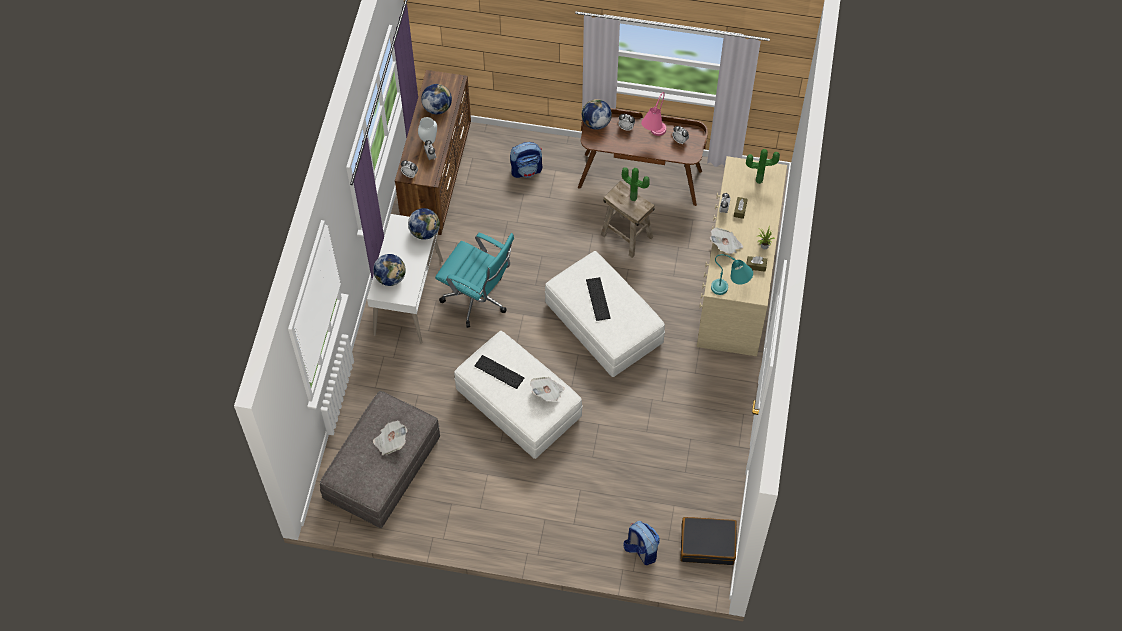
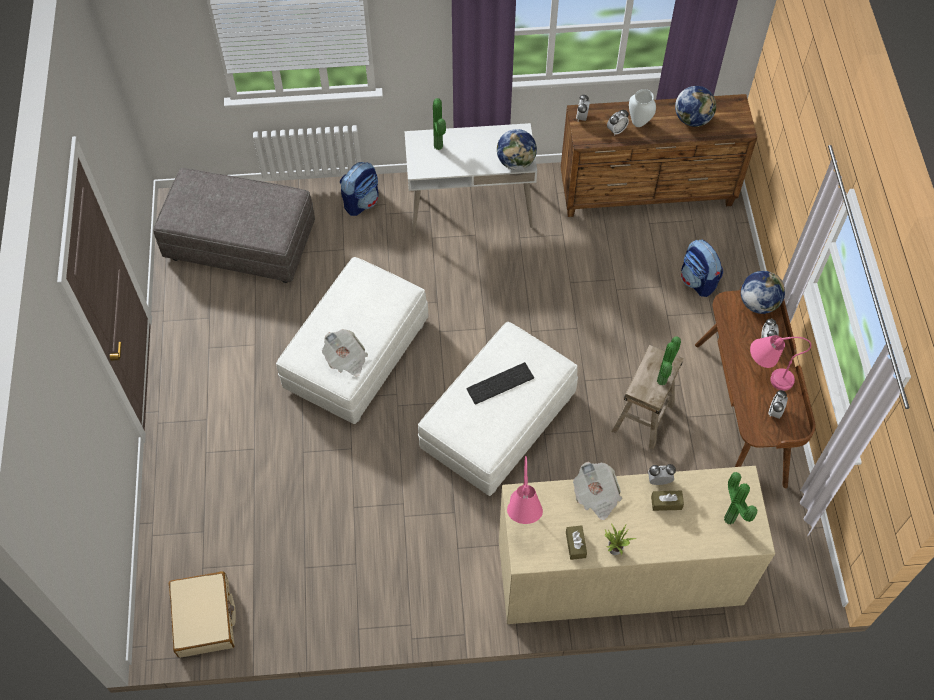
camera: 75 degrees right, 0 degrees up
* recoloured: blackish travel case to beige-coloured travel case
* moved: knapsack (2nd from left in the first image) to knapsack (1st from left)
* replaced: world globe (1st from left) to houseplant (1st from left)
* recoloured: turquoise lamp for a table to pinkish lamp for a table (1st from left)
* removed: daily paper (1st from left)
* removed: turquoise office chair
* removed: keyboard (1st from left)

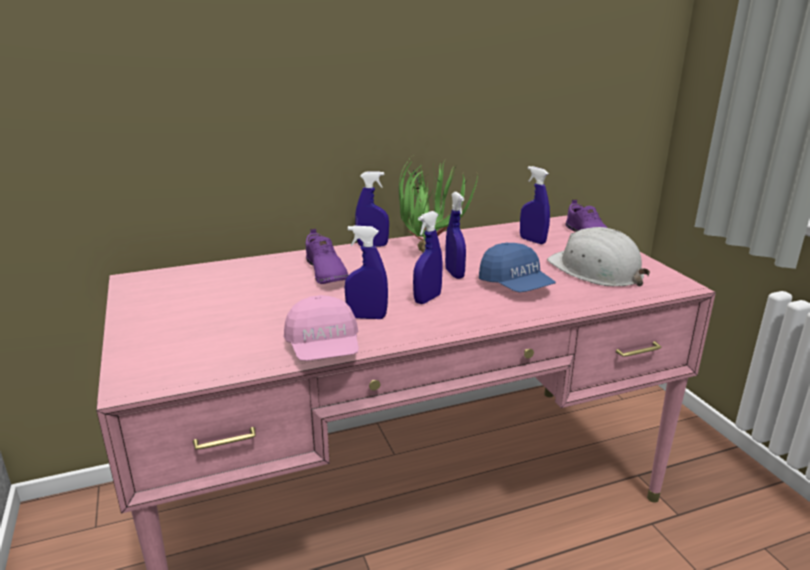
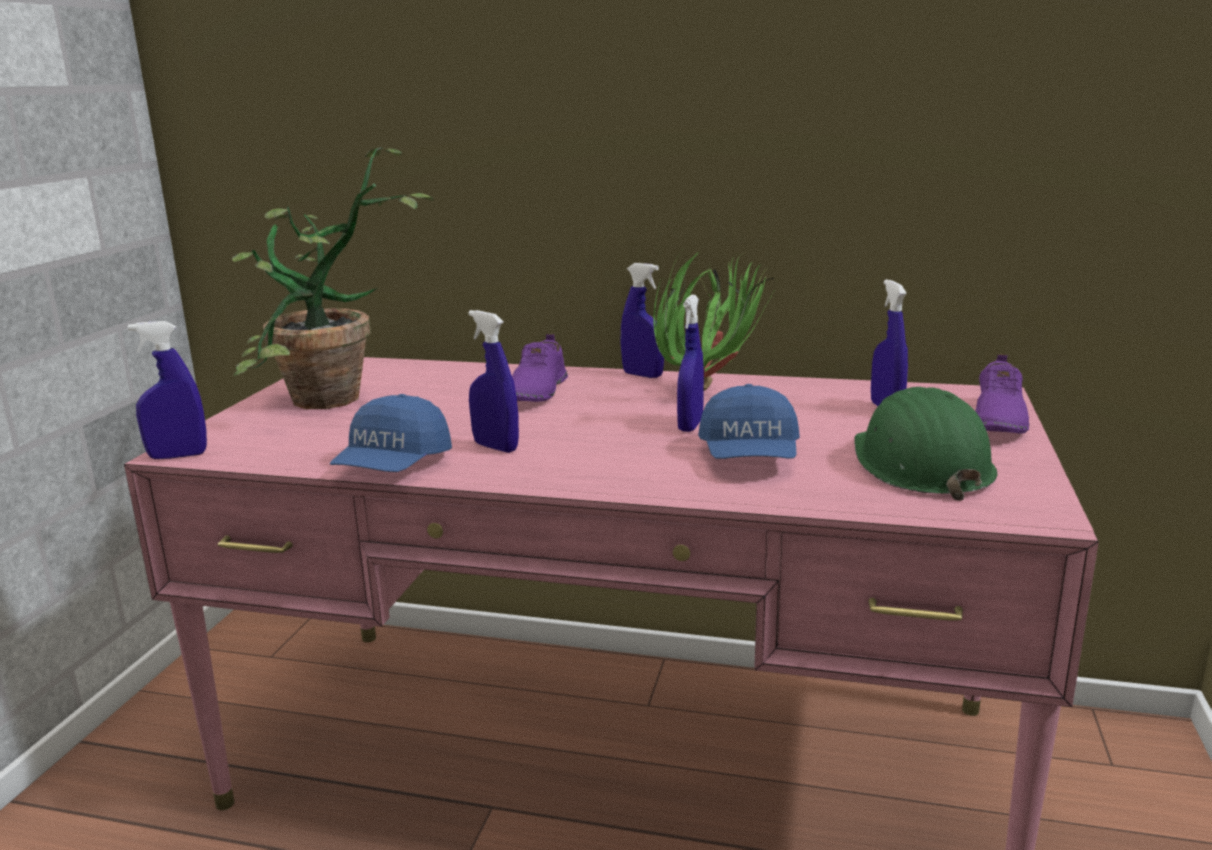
camera: 35 degrees right, 5 degrees down
* moved: bluish sprayer (3rd from left in the first image) to bluish sprayer (1st from left)
* added: houseplant (1st from left)
* recoloured: pinkish peaked cap to bluish peaked cap (1st from left)
* recoloured: white-coloured hard hat to greenish hard hat

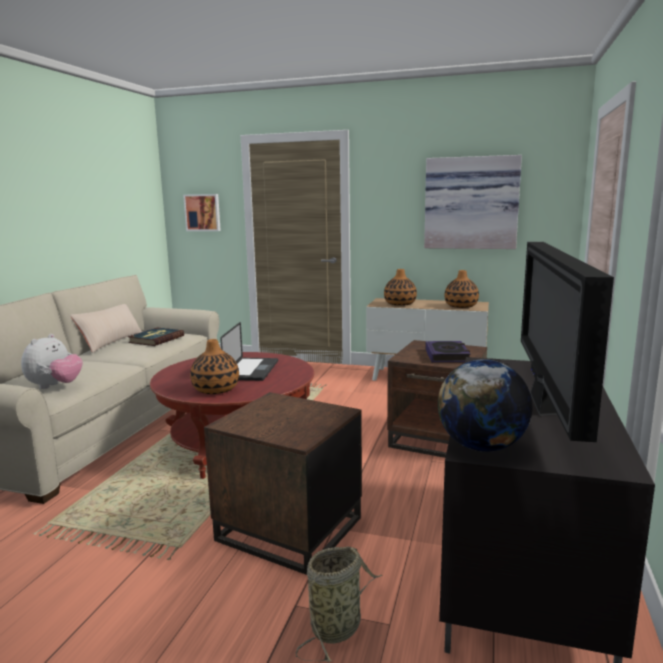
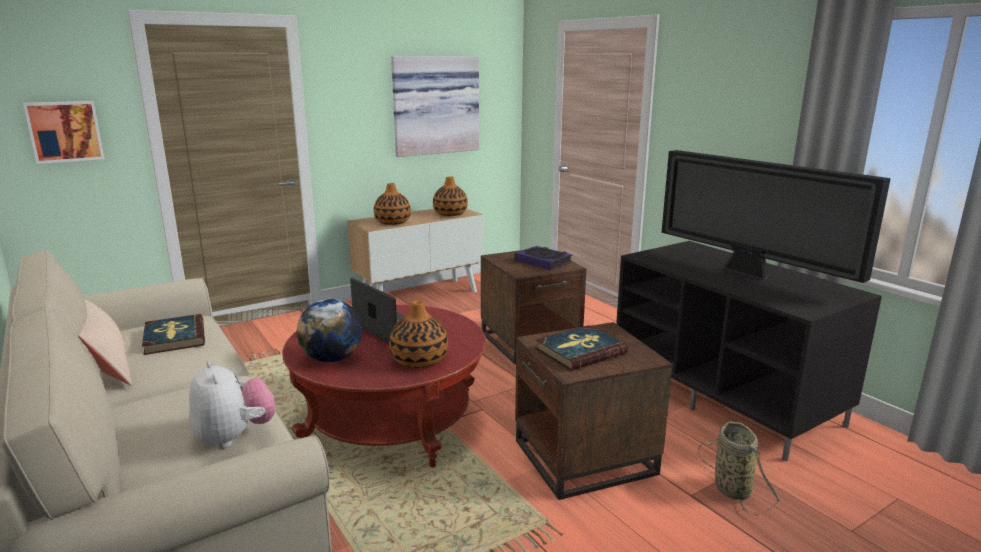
camera: 50 degrees left, 5 degrees up
* moved: world globe
* added: volume (3rd from left)

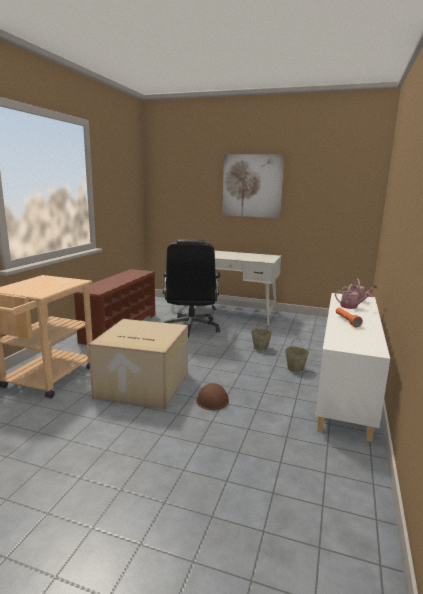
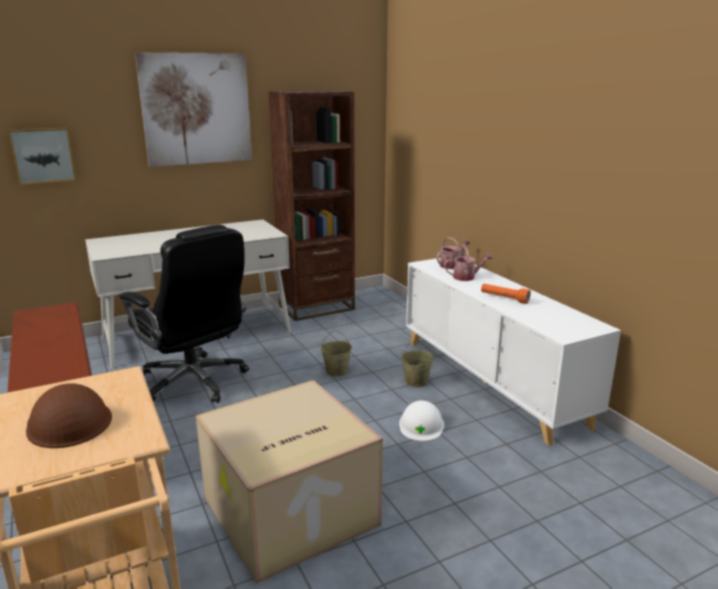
camera: 45 degrees left, 5 degrees up
* added: picture (1st from left)
* moved: brown-coloured hard hat
* added: brown-coloured bookshelf
* added: white-coloured hard hat

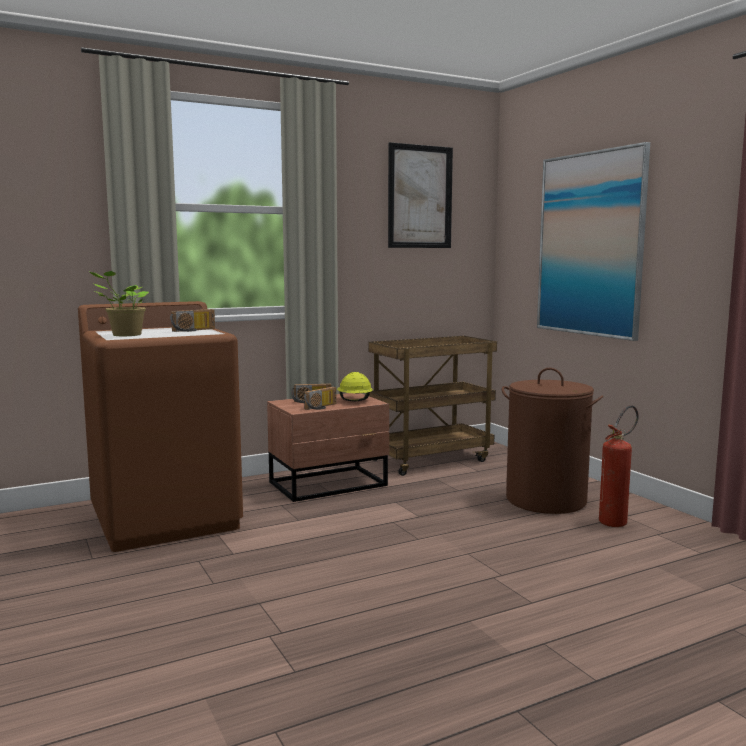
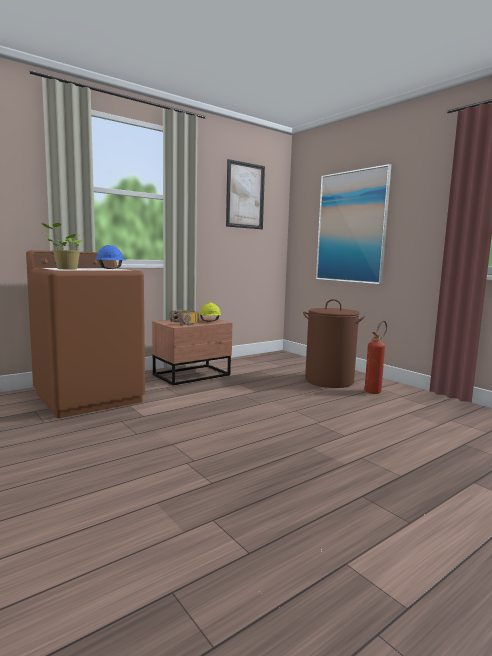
camera: 10 degrees left, 0 degrees up
* replaced: radio receiver (1st from left) to bluish hard hat
* removed: brown-coloured cart

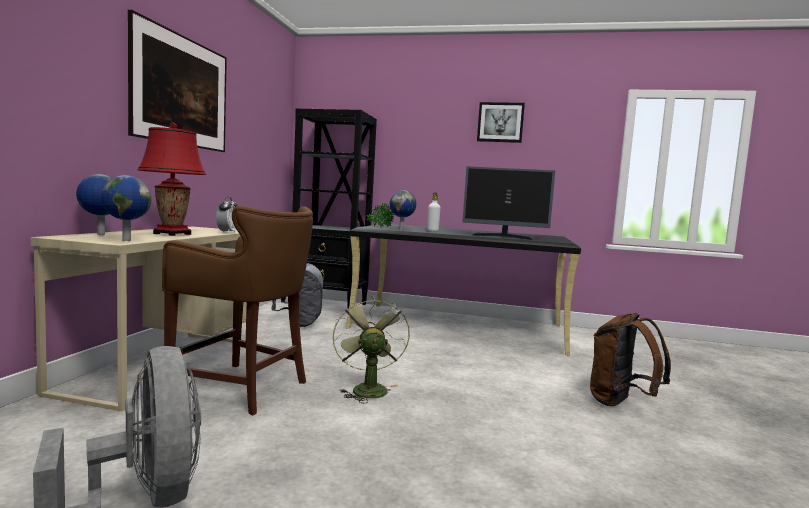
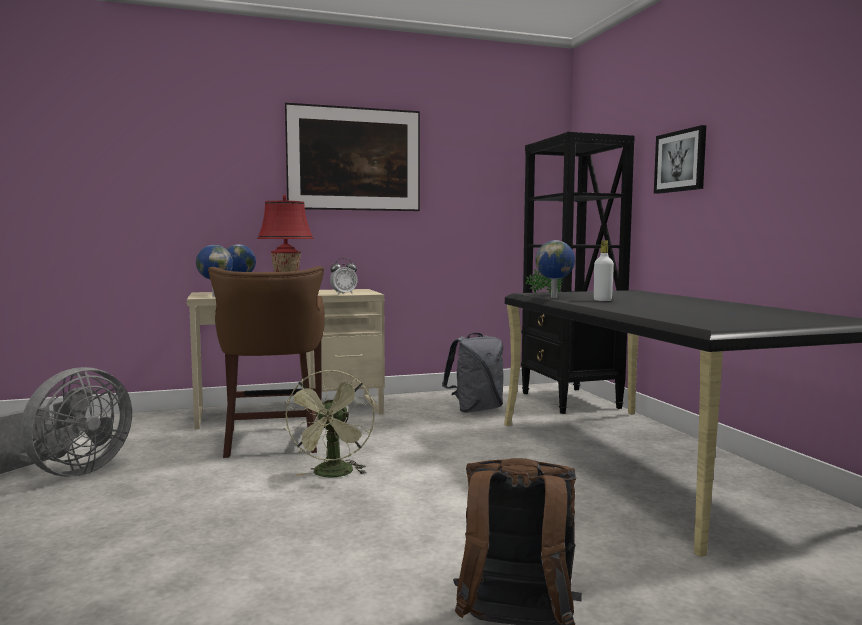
camera: 60 degrees right, 0 degrees up
* turned: greenish fan 135 degrees clockwise
* moved: picture (2nd from left)
* removed: computer screen

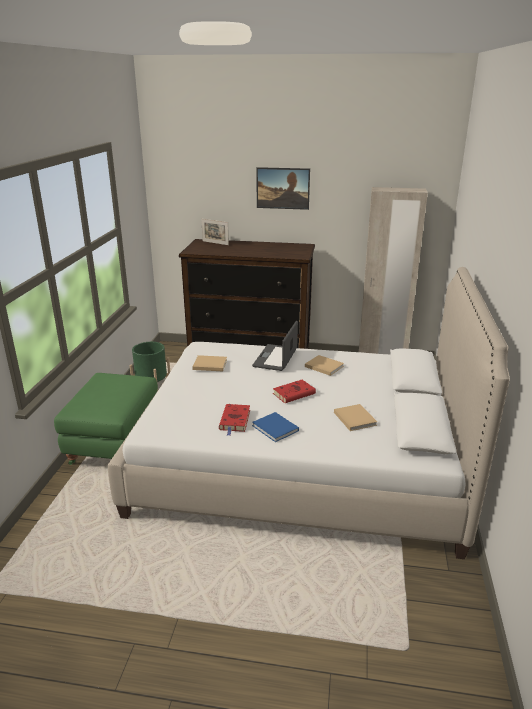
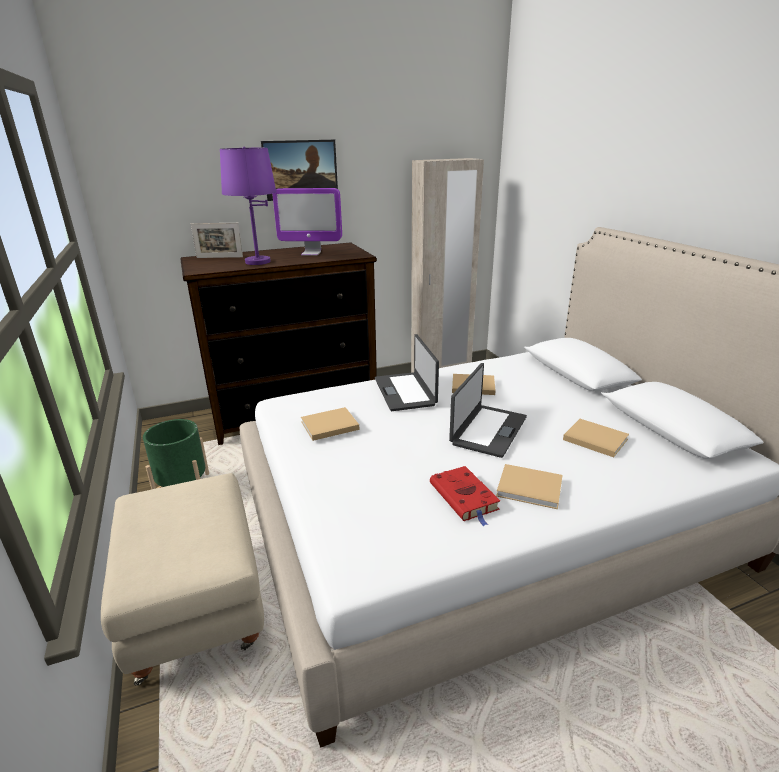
camera: 30 degrees left, 0 degrees up
* recoloured: greenish ottoman to beige-coloured ottoman
* added: purplish lamp for a table
* added: computer screen
* replaced: reddish volume (2nd from left) to portable computer (2nd from left)
* recoloured: bluish volume to beige-coloured volume (3rd from left)

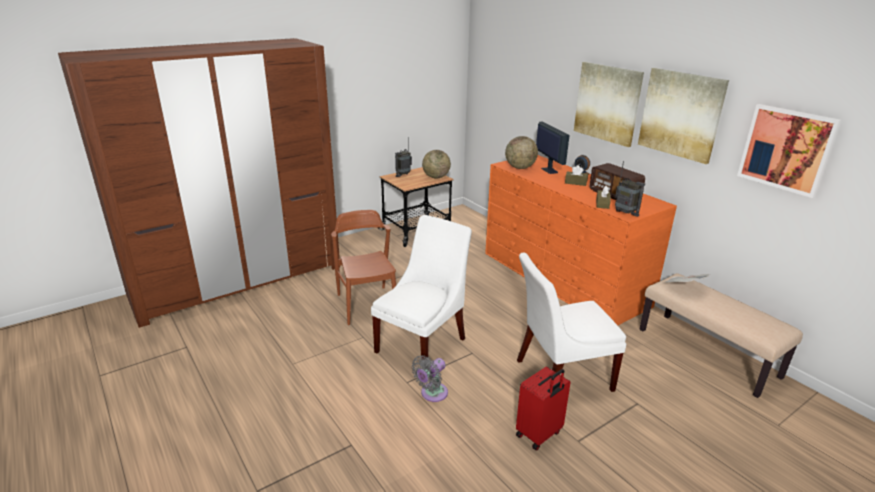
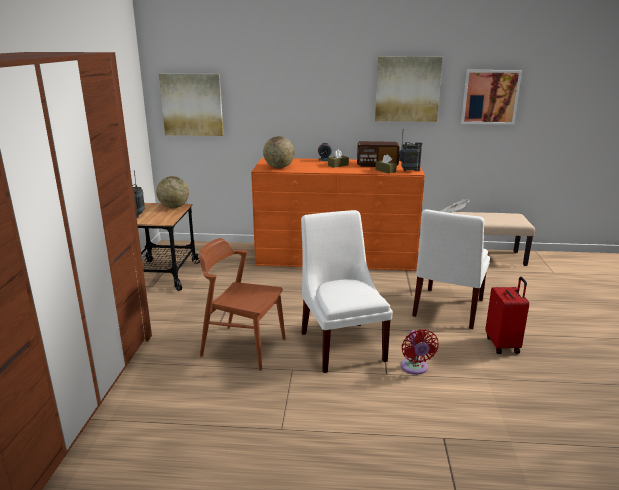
camera: 50 degrees left, 5 degrees down
* moved: picture (1st from left)
* recoloured: gray fan to reddish fan
* removed: computer screen

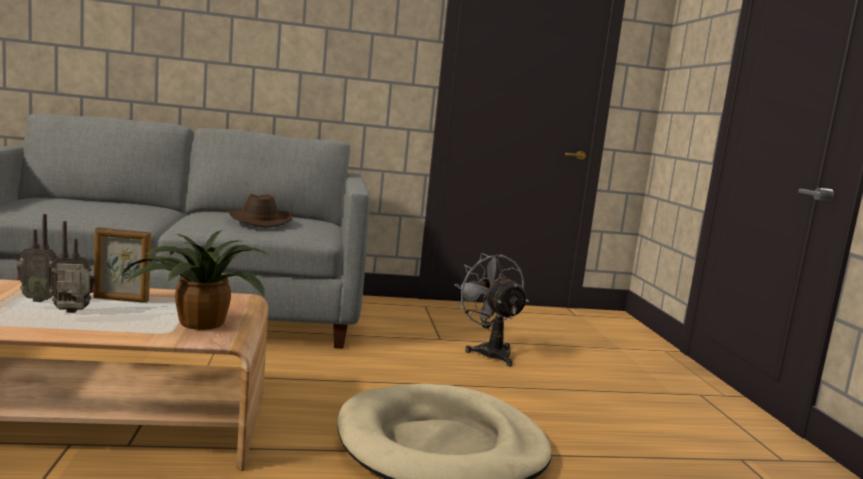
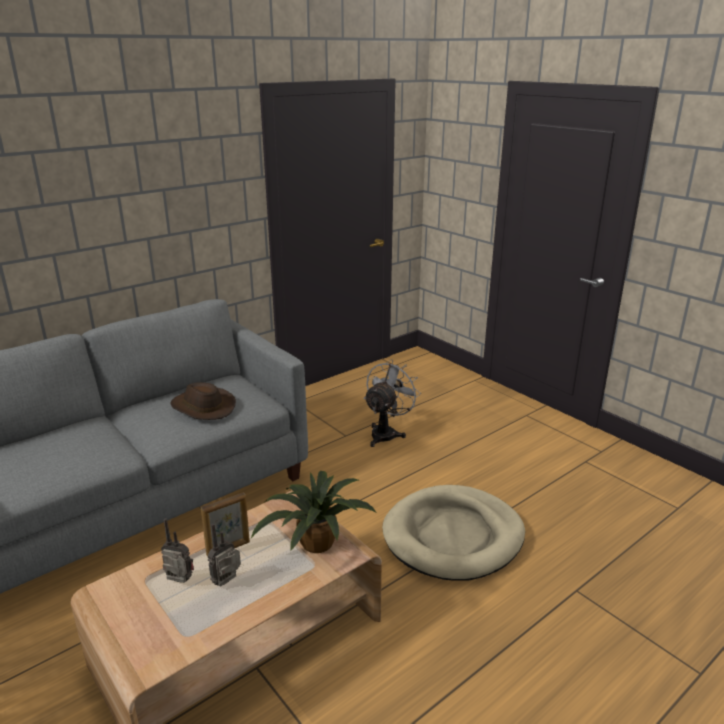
camera: 30 degrees left, 15 degrees up
* turned: radio receiver (1st from left) 135 degrees counterclockwise
* turned: gray fan 90 degrees clockwise

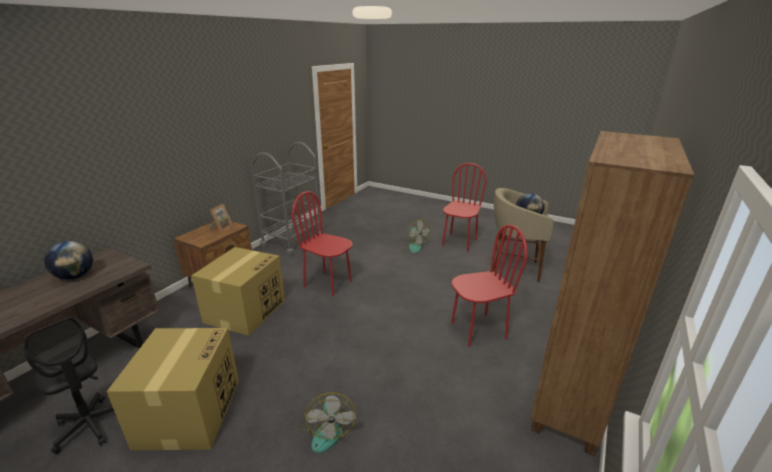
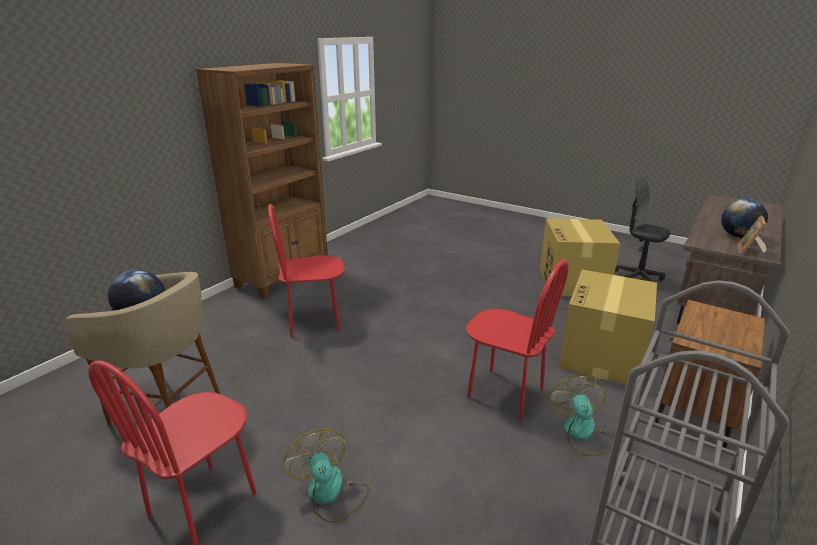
camera: 175 degrees left, 0 degrees up
* moved: fan (1st from left in the first image) to fan (2nd from left)
* moved: standing frame

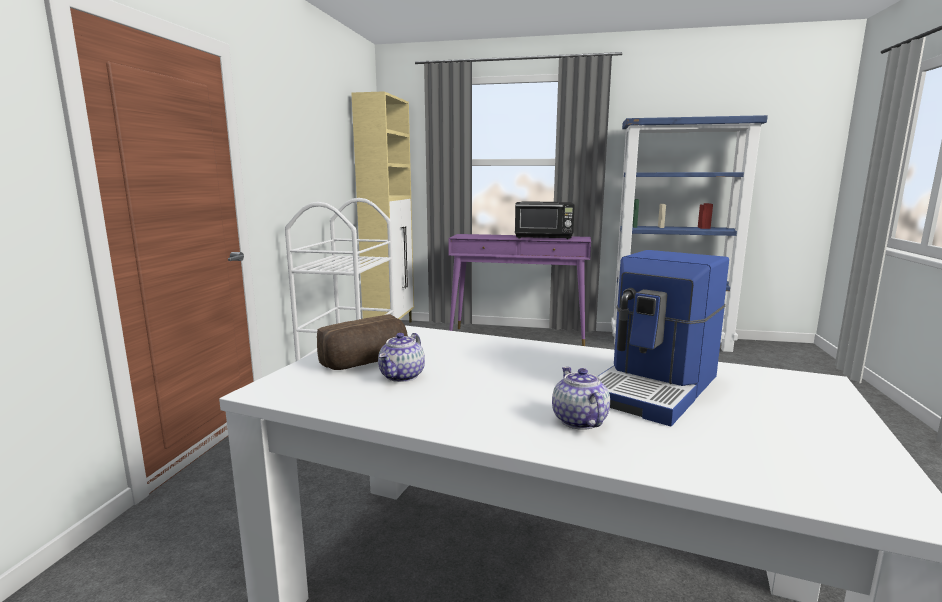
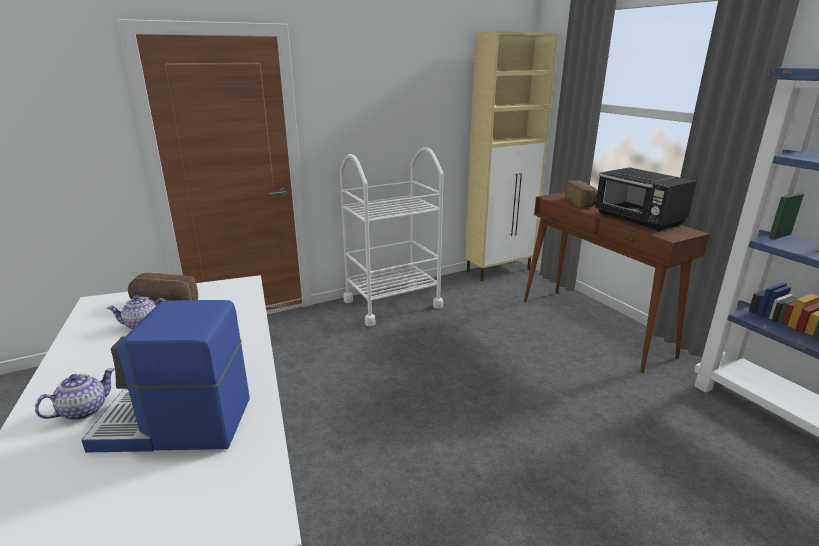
camera: 50 degrees right, 10 degrees up
* recoloured: purplish hall table to brown-coloured hall table
* added: bakery bread (2nd from left)

